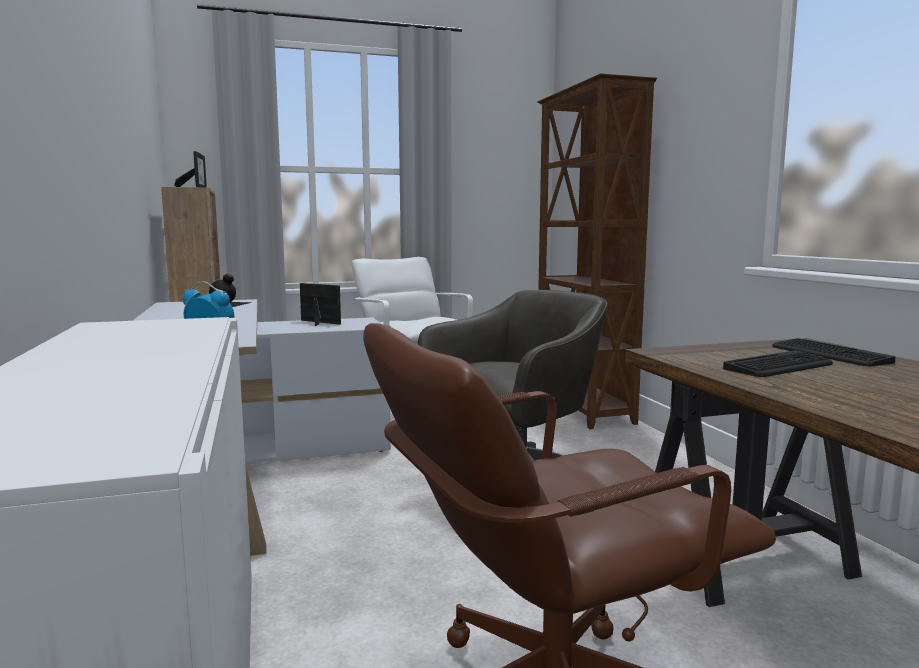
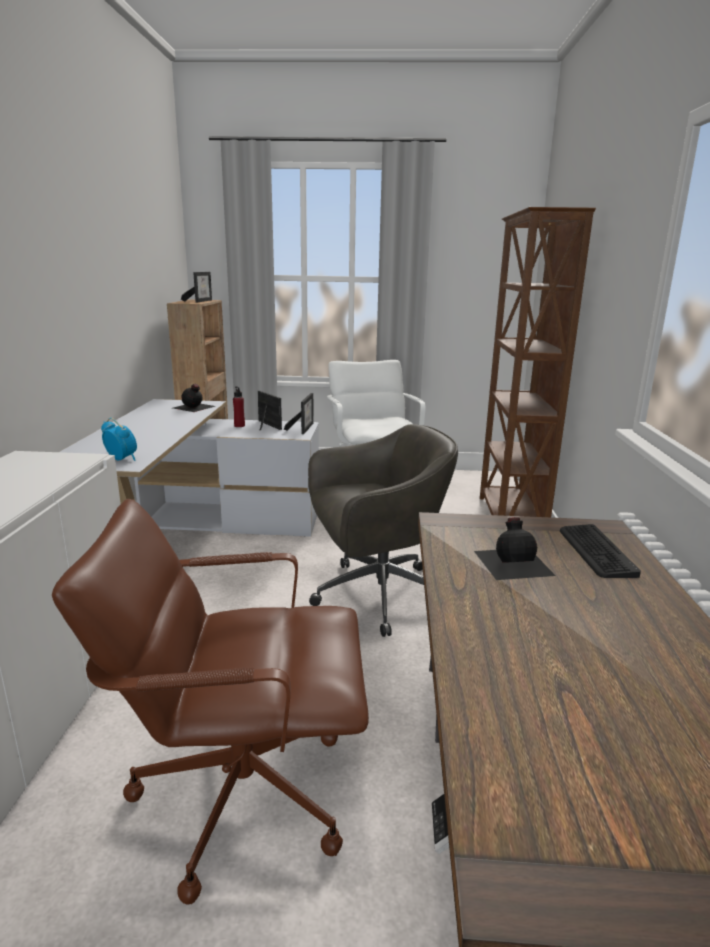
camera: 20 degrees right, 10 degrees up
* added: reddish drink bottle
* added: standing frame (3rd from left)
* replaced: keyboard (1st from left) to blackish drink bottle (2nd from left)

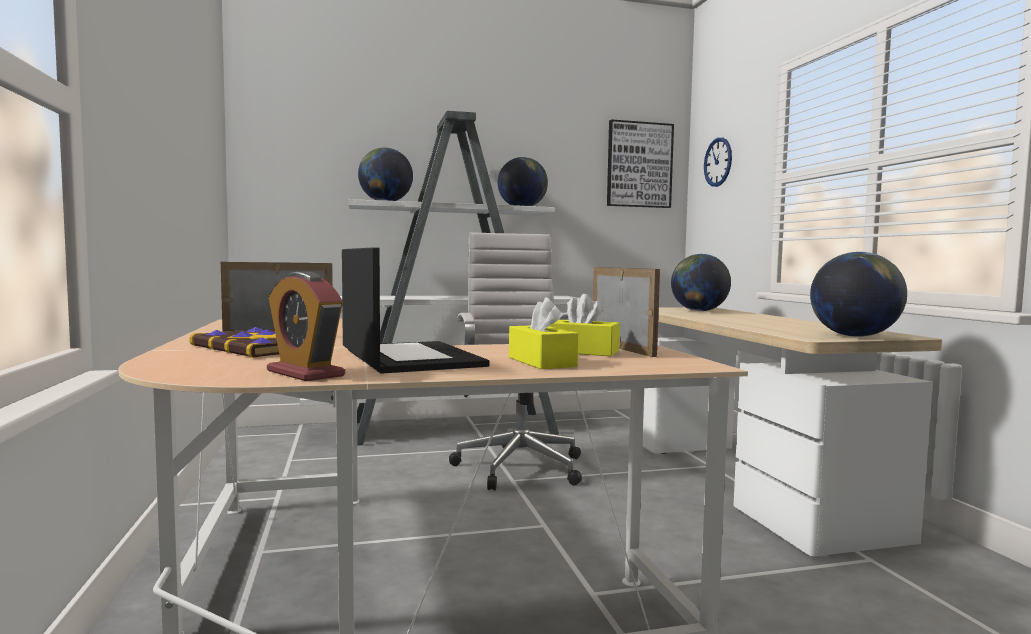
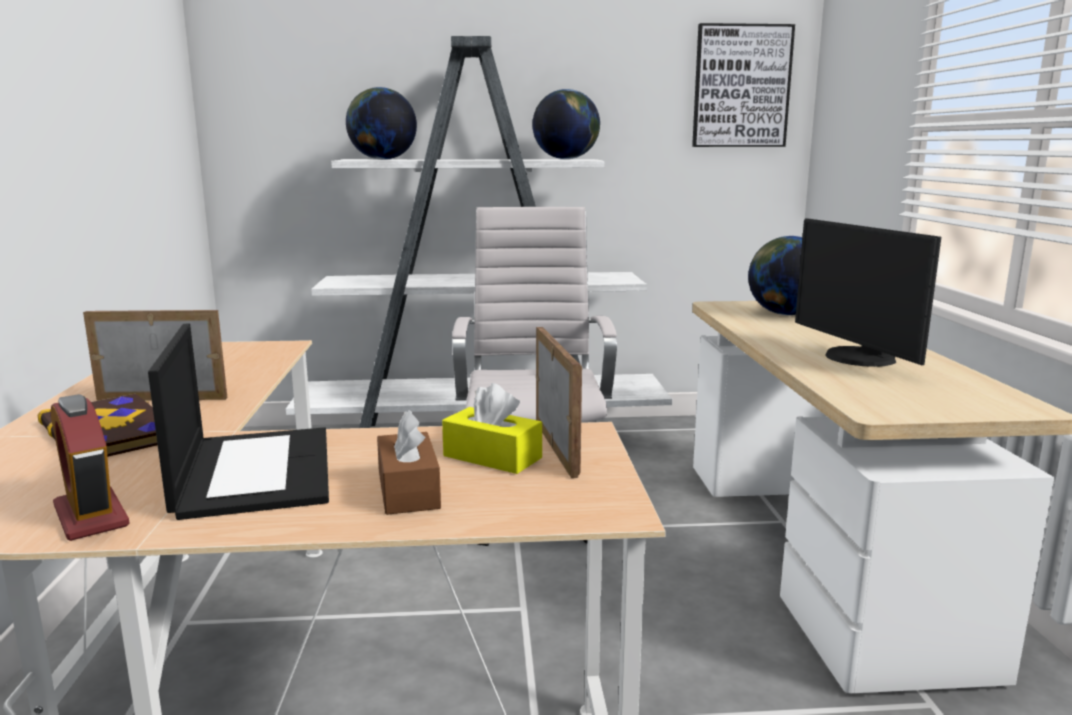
camera: 10 degrees right, 10 degrees up
* recoloured: yellow-coloured box of tissues (1st from left) to brown-coloured box of tissues
* added: computer screen
* removed: clock on the wall
* removed: world globe (4th from left)

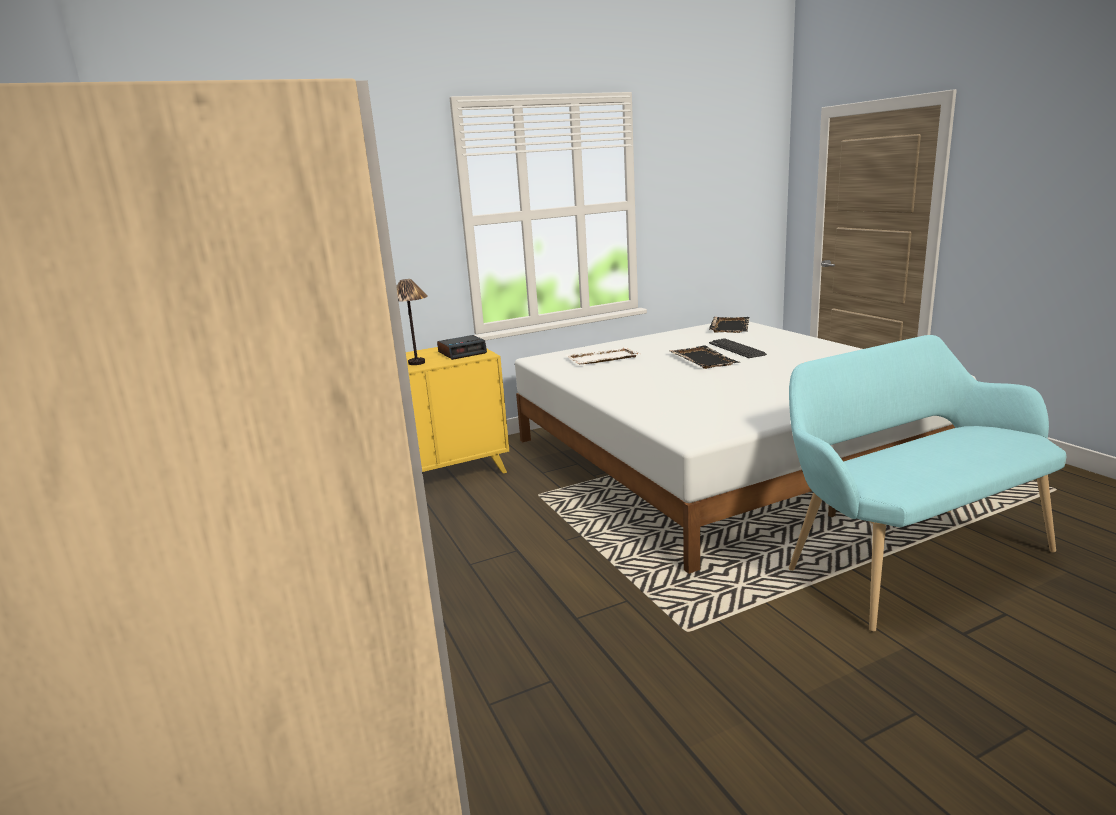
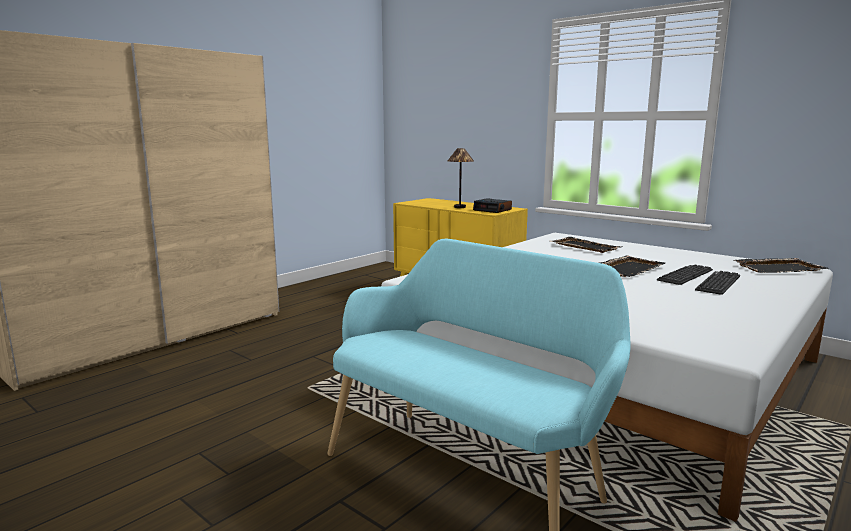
camera: 65 degrees right, 5 degrees down
* recoloured: white-coloured serving tray to blackish serving tray (1st from left)
* added: keyboard (2nd from left)

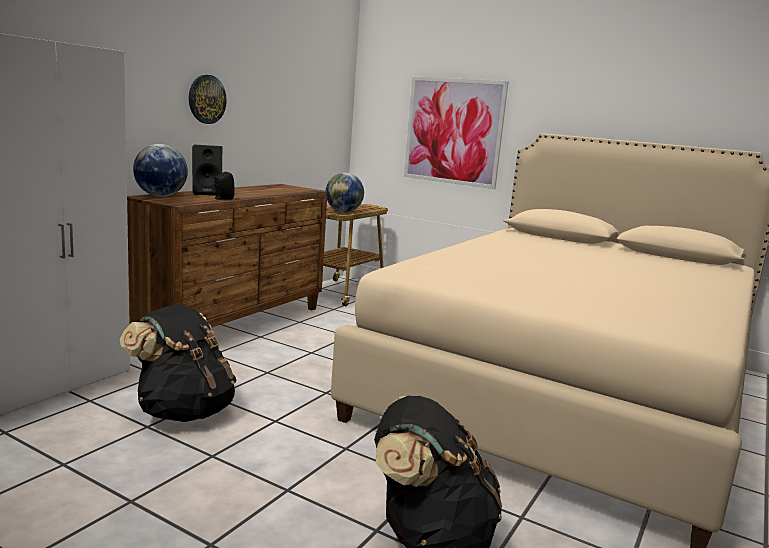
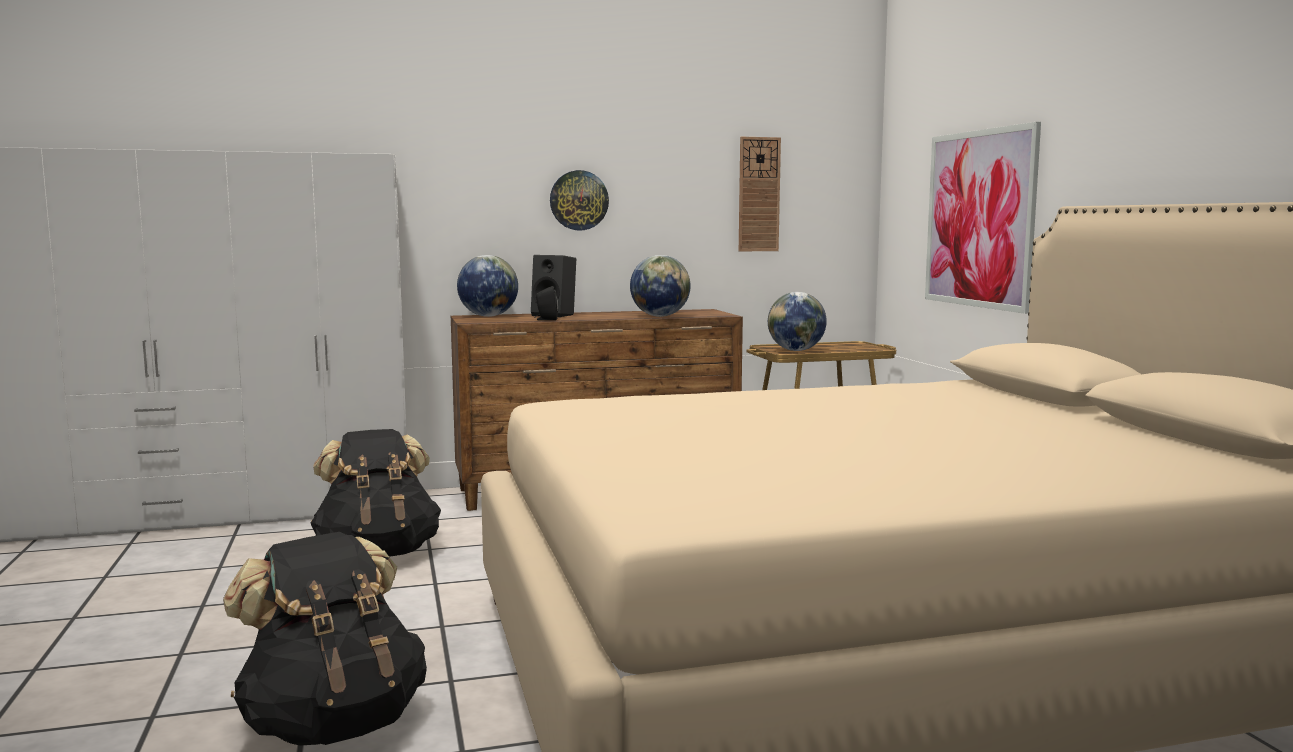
camera: 45 degrees right, 5 degrees down
* added: world globe (2nd from left)
* added: clock on the wall (2nd from left)

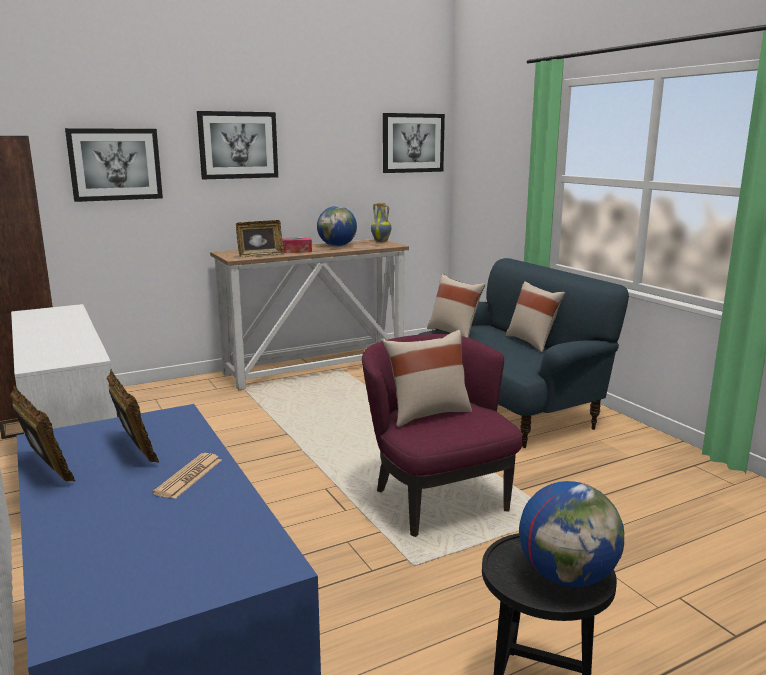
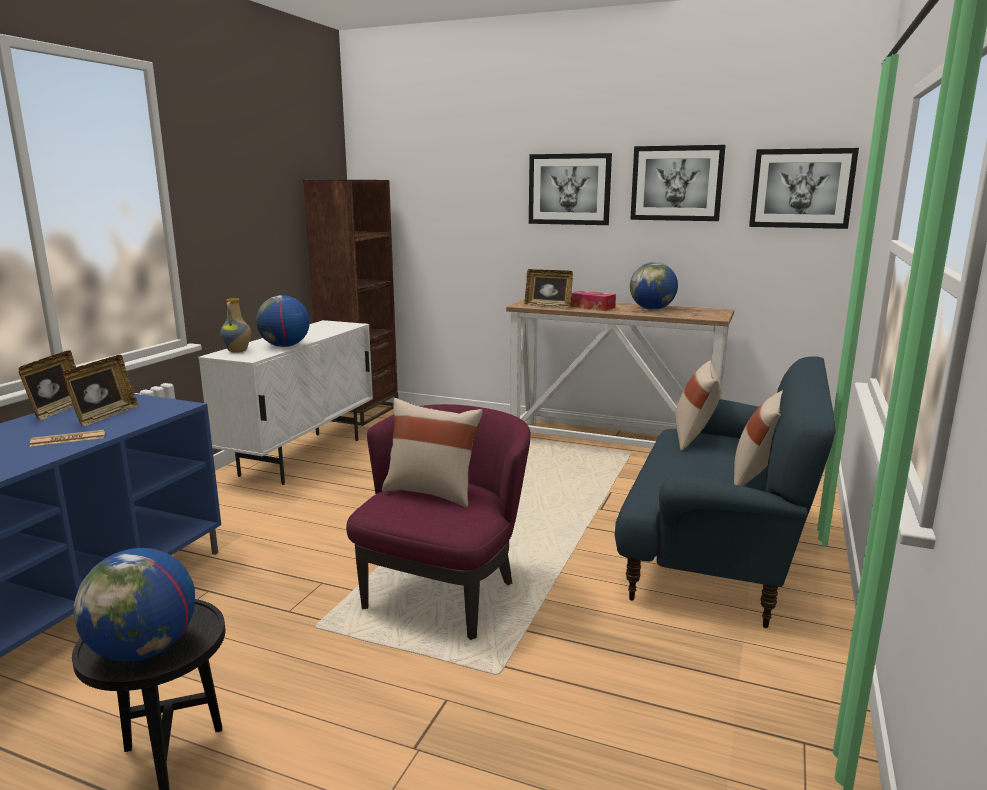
camera: 50 degrees right, 0 degrees up
* moved: decorative vase
* added: world globe (2nd from left)
* moved: picture (1st from left in the first image) to picture (2nd from left)

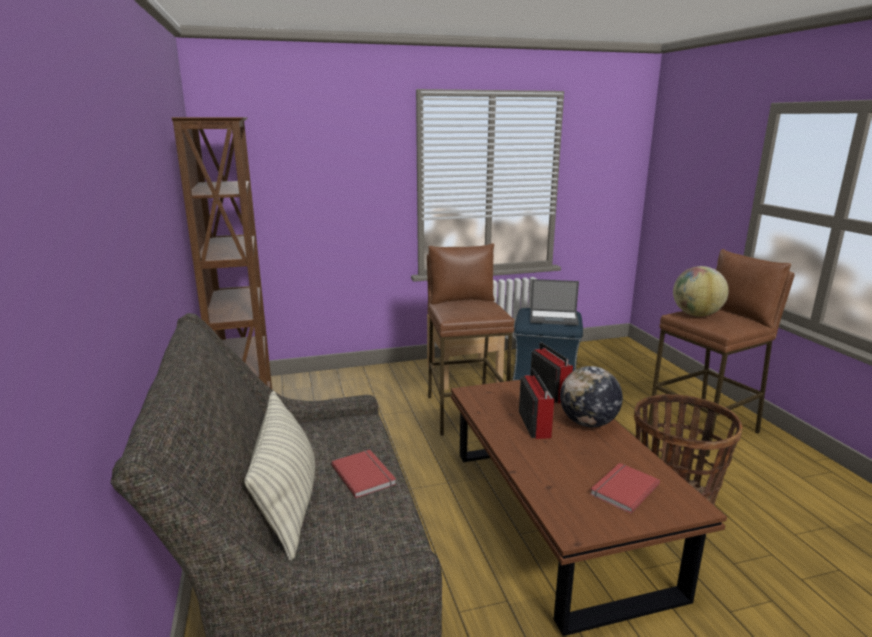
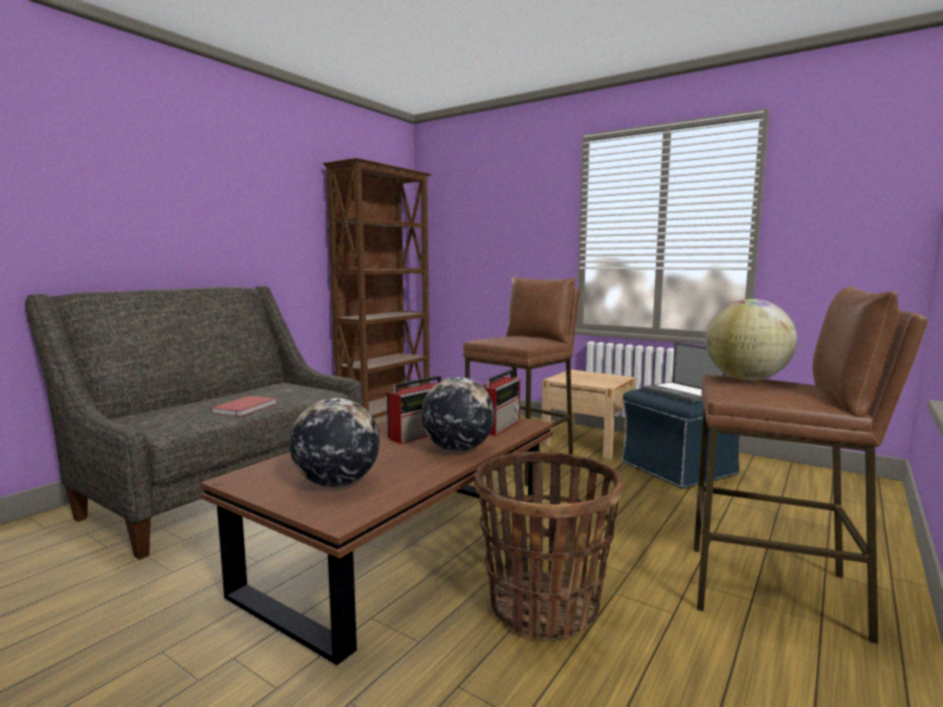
camera: 50 degrees right, 10 degrees down
* replaced: reddish volume (2nd from left) to world globe (1st from left)
* removed: throw pillow

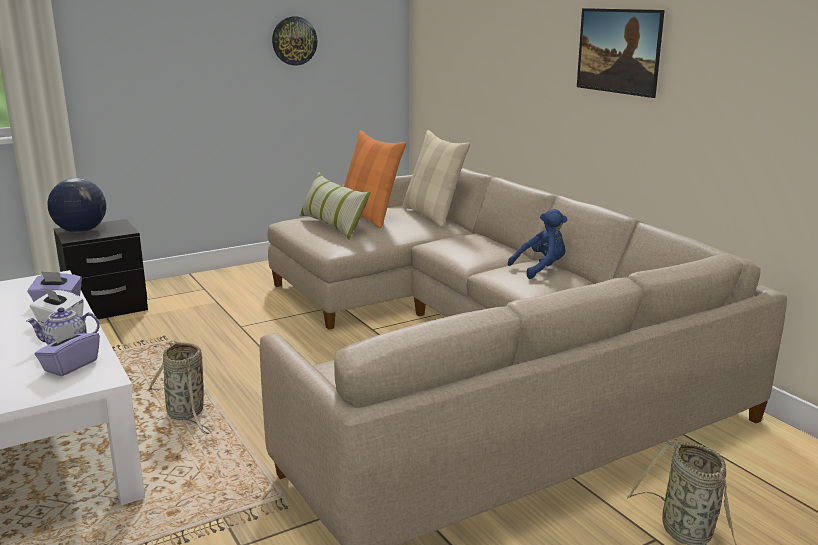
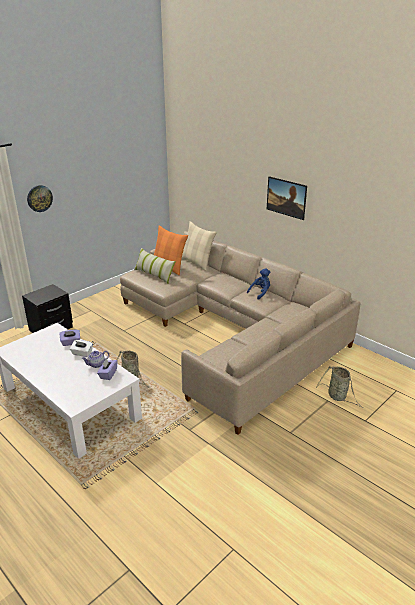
camera: 15 degrees left, 10 degrees up
* moved: clock on the wall
* removed: world globe

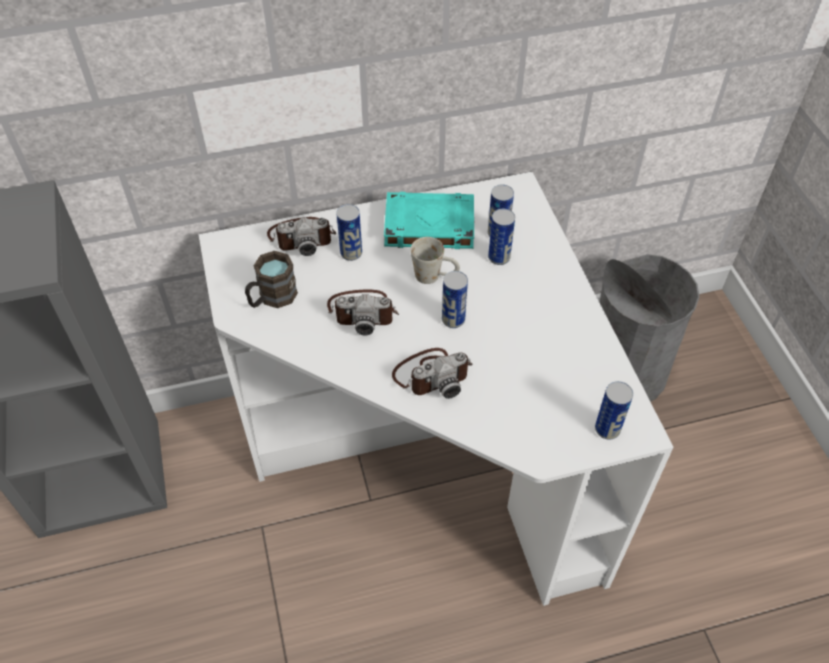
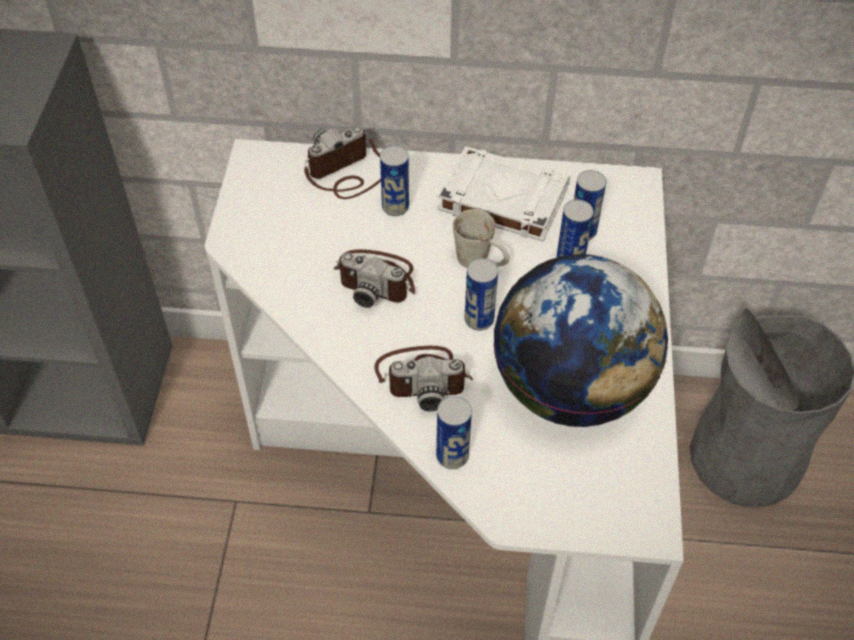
camera: 20 degrees right, 0 degrees up
* turned: still camera (1st from left) 135 degrees clockwise
* moved: metal can (5th from left in the first image) to metal can (2nd from left)
* recoloured: turquoise volume to white-coloured volume
* added: world globe
* removed: brown-coloured tea mug

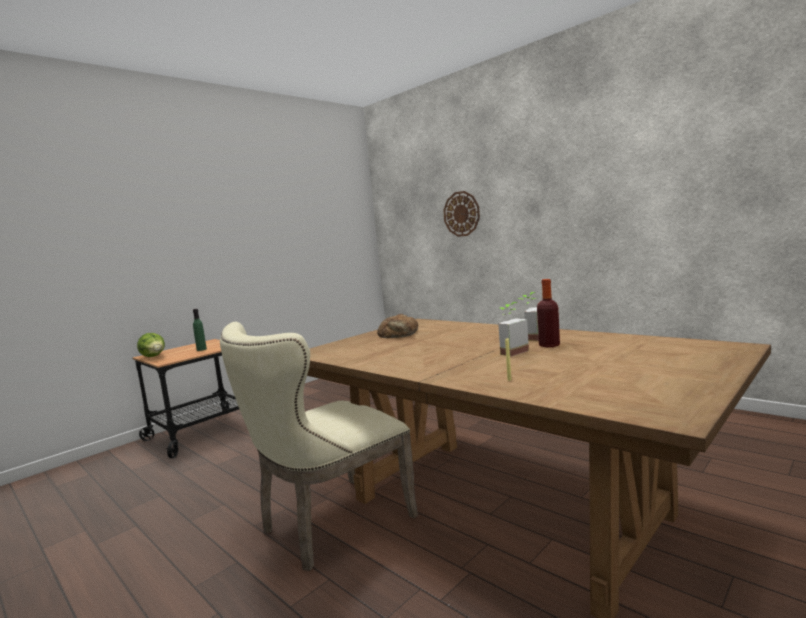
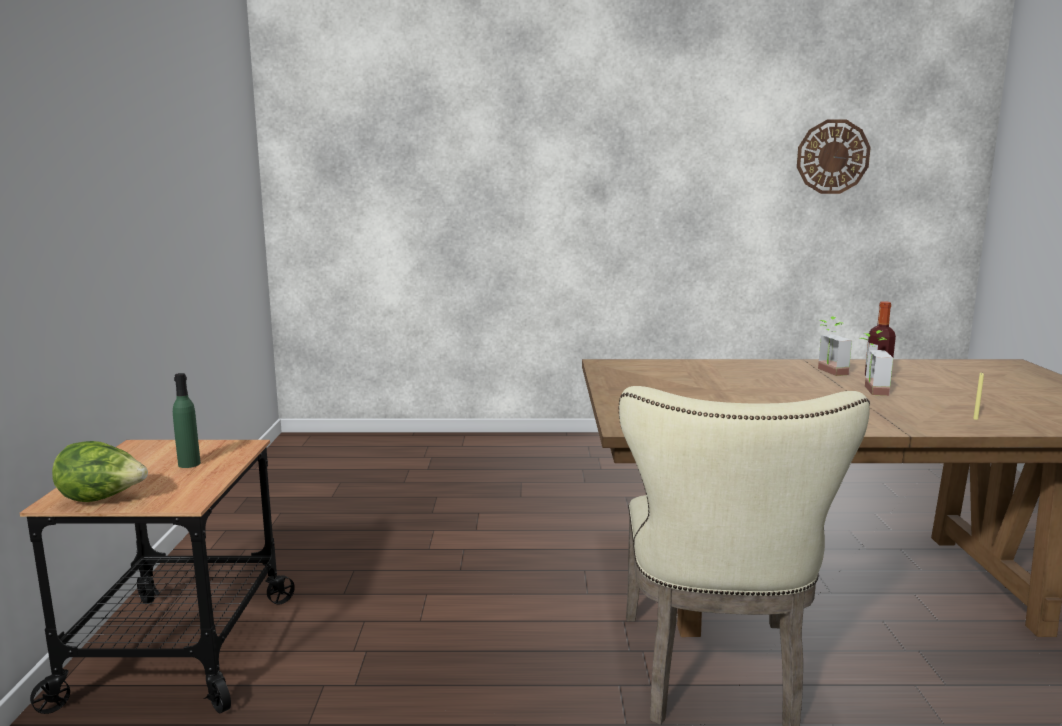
camera: 45 degrees left, 5 degrees up
* moved: clock on the wall
* removed: bakery bread

